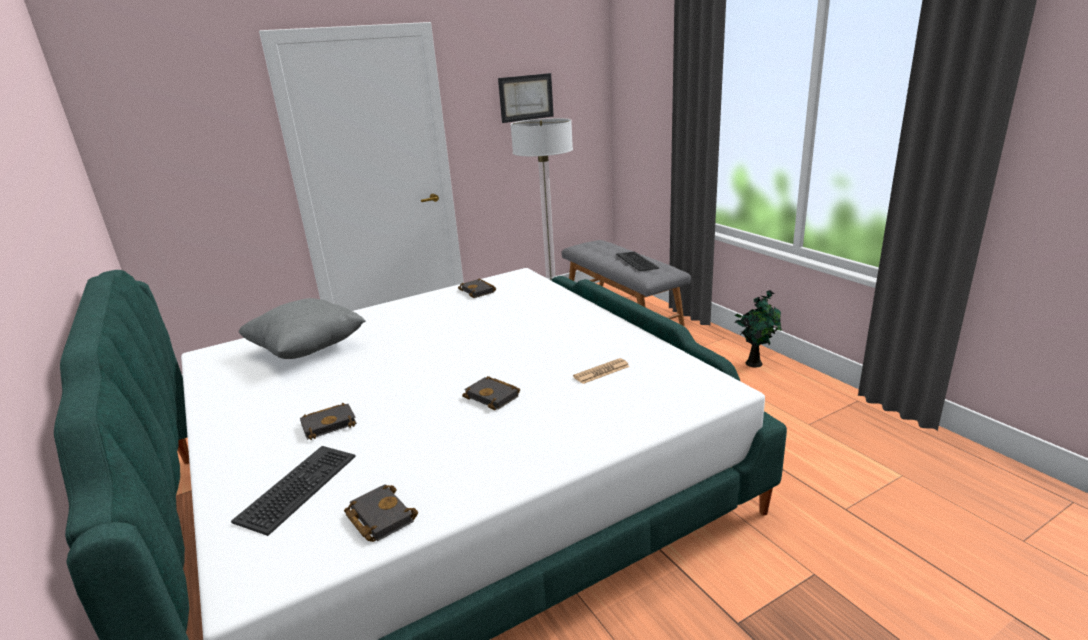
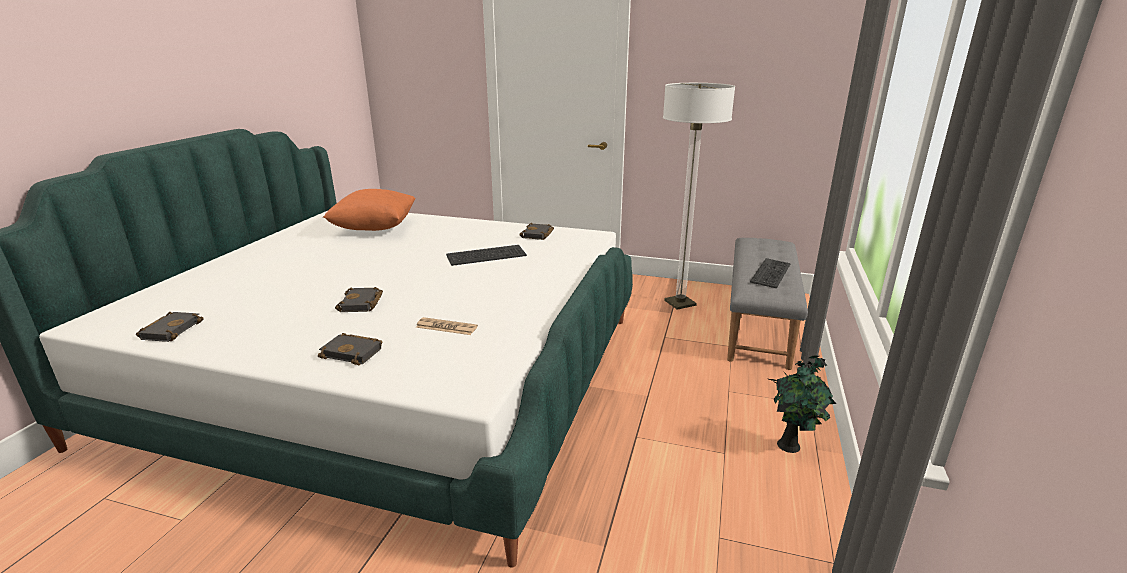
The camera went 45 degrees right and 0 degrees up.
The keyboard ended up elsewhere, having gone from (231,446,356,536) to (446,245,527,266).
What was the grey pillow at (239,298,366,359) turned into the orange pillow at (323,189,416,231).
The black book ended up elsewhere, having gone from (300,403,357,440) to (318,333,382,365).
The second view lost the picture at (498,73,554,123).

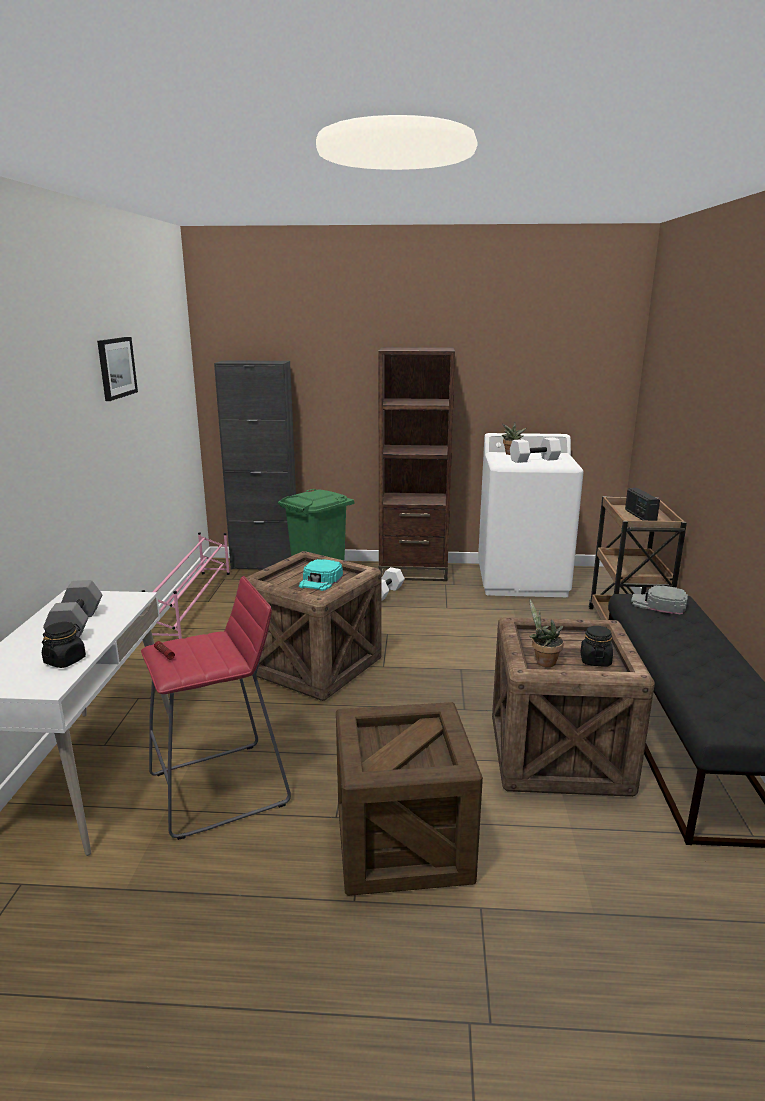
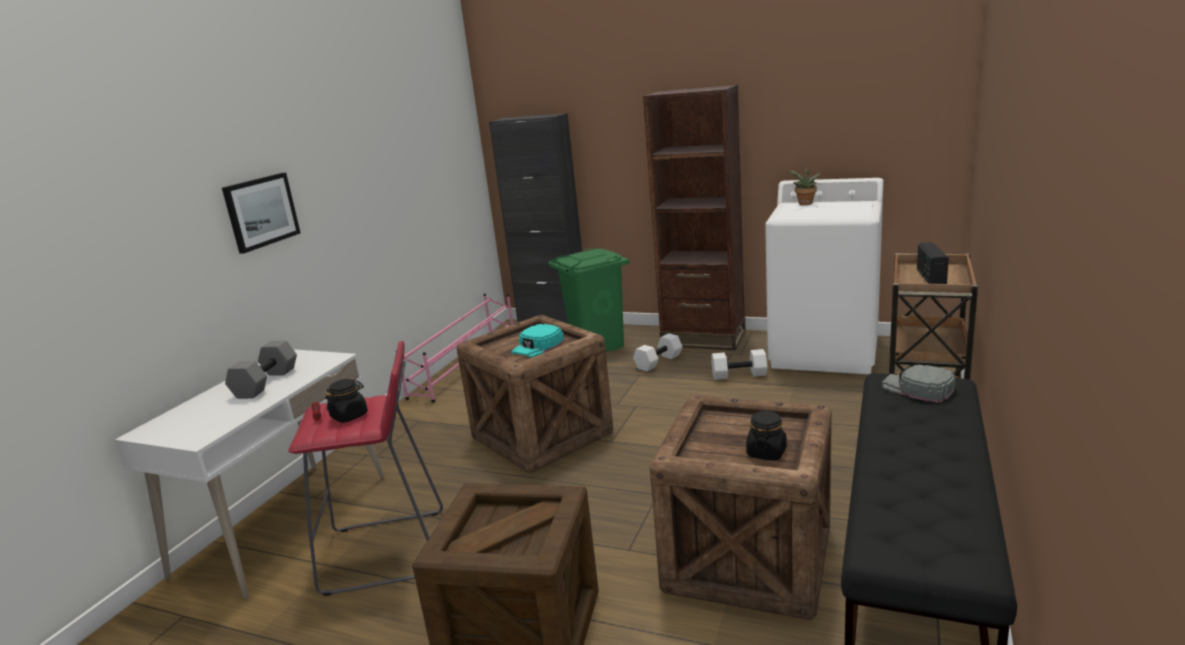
The camera went 20 degrees right and 0 degrees up.
The black jar ended up elsewhere, having gone from (42,622,86,668) to (325,379,368,423).
The picture ended up elsewhere, having gone from (97,337,138,401) to (222,173,300,254).
The white dumbbell ended up elsewhere, having gone from (510,437,561,463) to (711,349,768,380).
The second view lost the potted plant at (529,599,564,667).

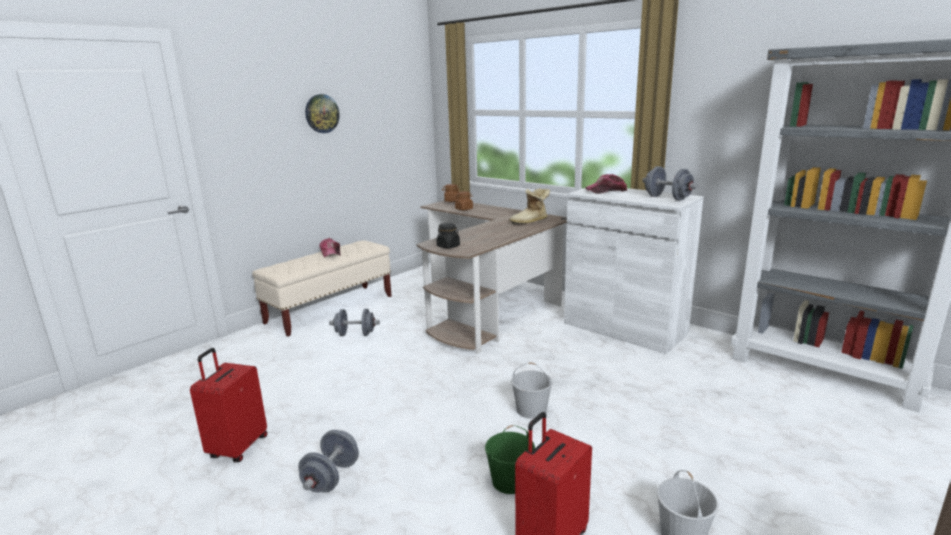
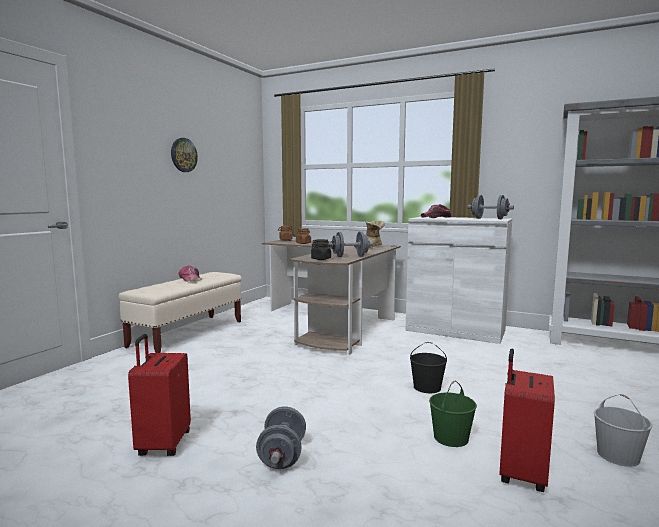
The camera went 15 degrees left and 10 degrees down.
The grey dumbbell ended up elsewhere, having gone from (329,309,380,336) to (328,231,373,257).
What was the white bucket at (511,362,553,419) turned into the black bucket at (410,342,447,393).

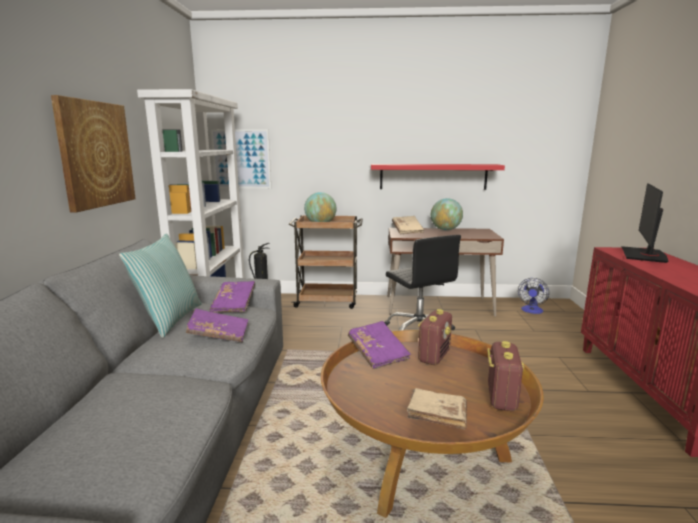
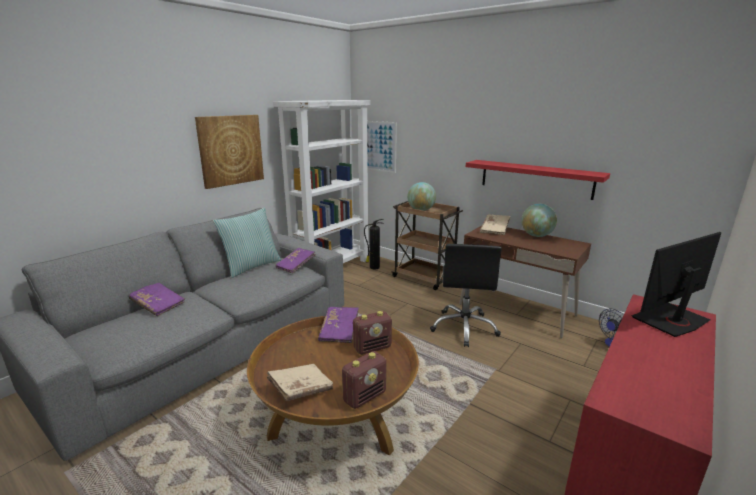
The camera went 35 degrees right and 5 degrees up.
The purple book ended up elsewhere, having gone from (186,309,248,342) to (129,282,185,316).

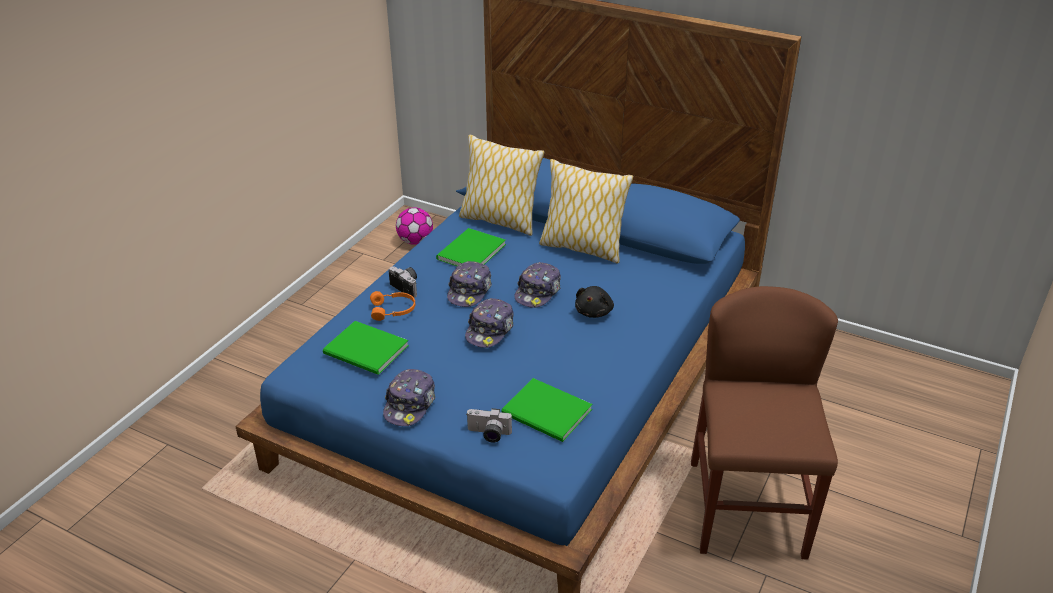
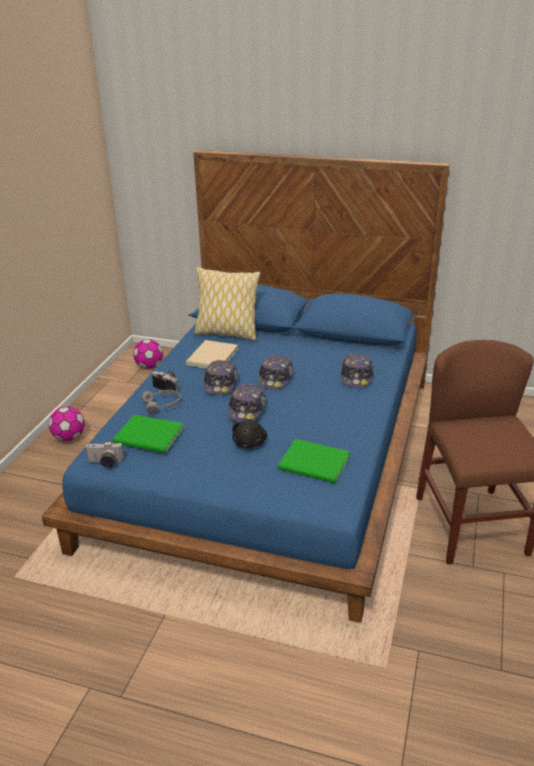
The camera went 10 degrees left and 5 degrees down.
What was the orange headphones at (370,291,415,321) turned into the grey headphones at (141,390,181,414).
The cap ended up elsewhere, having gone from (383,369,436,426) to (341,353,374,388).
What was the green book at (436,228,506,267) turned into the beige book at (186,340,238,368).
The photo camera ended up elsewhere, having gone from (467,408,512,443) to (85,441,124,468).
The second view lost the pillow at (539,159,633,264).
The black plush toy ended up elsewhere, having gone from (575,286,614,318) to (232,419,267,448).
The second view gained the football at (49,406,85,441).

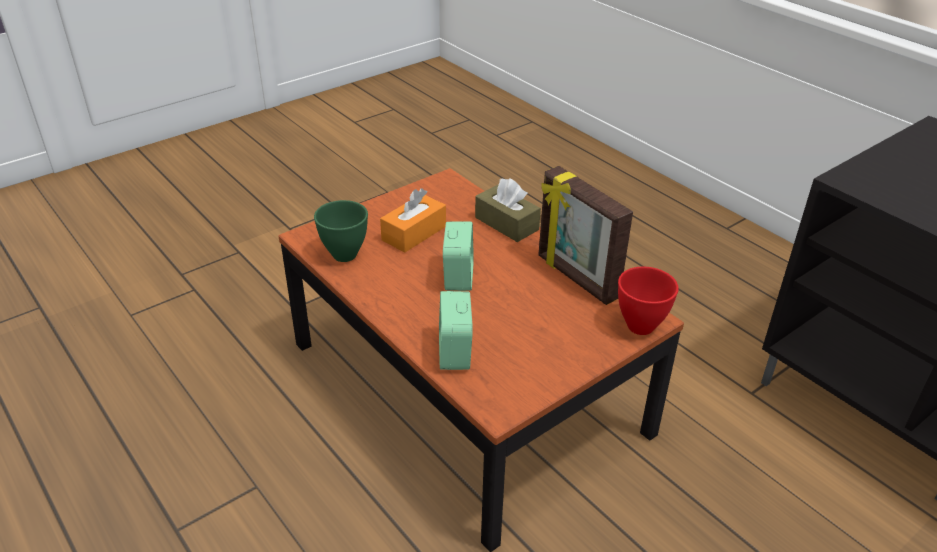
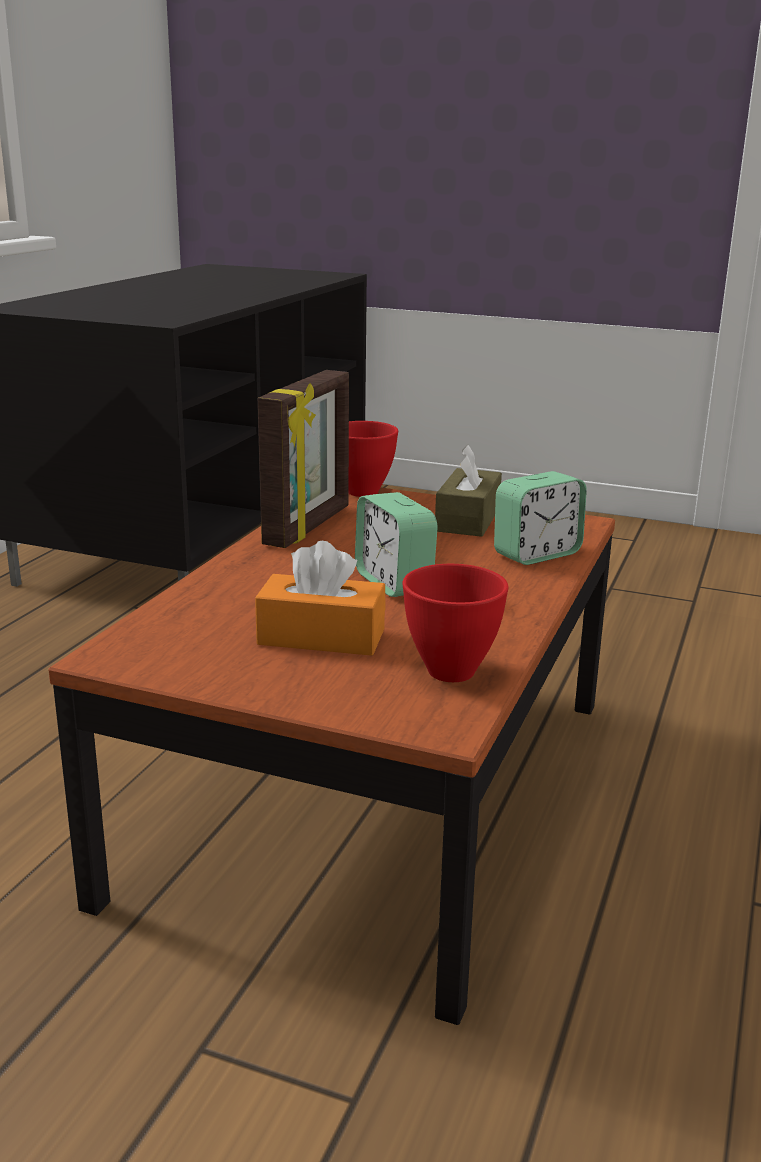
The camera went 120 degrees left and 15 degrees down.
What was the green bowl at (314,200,368,262) turned into the red bowl at (402,564,509,682).
The alarm clock at (443,221,474,291) ended up facing another way, 90 degrees counterclockwise from before.
The brown tissue box ended up elsewhere, having gone from (475,178,541,242) to (435,445,502,537).

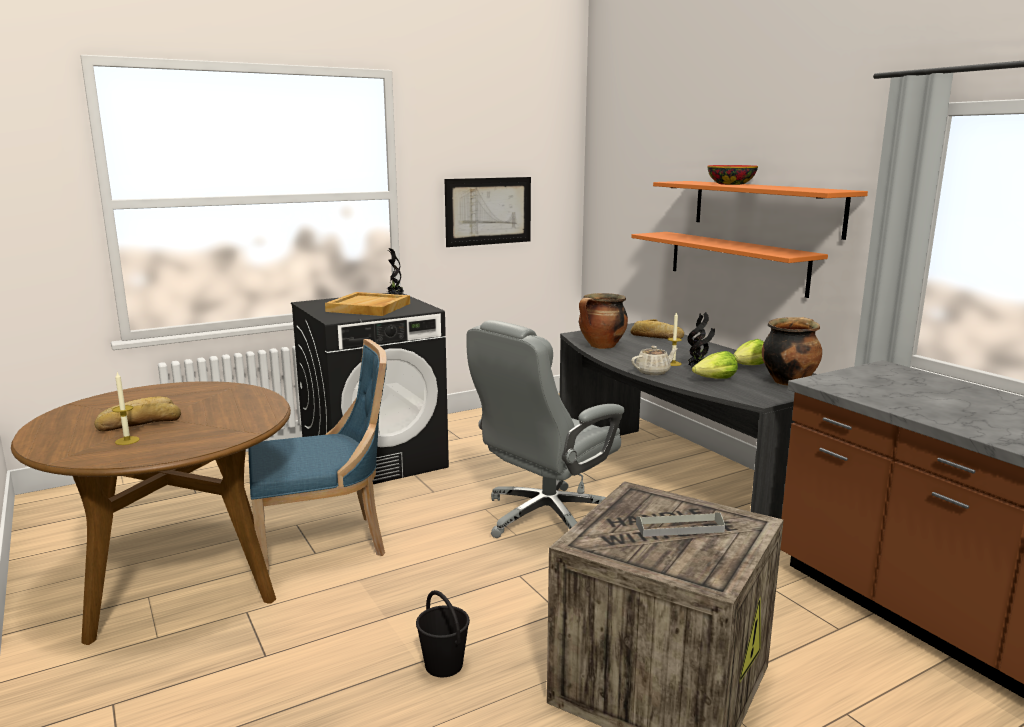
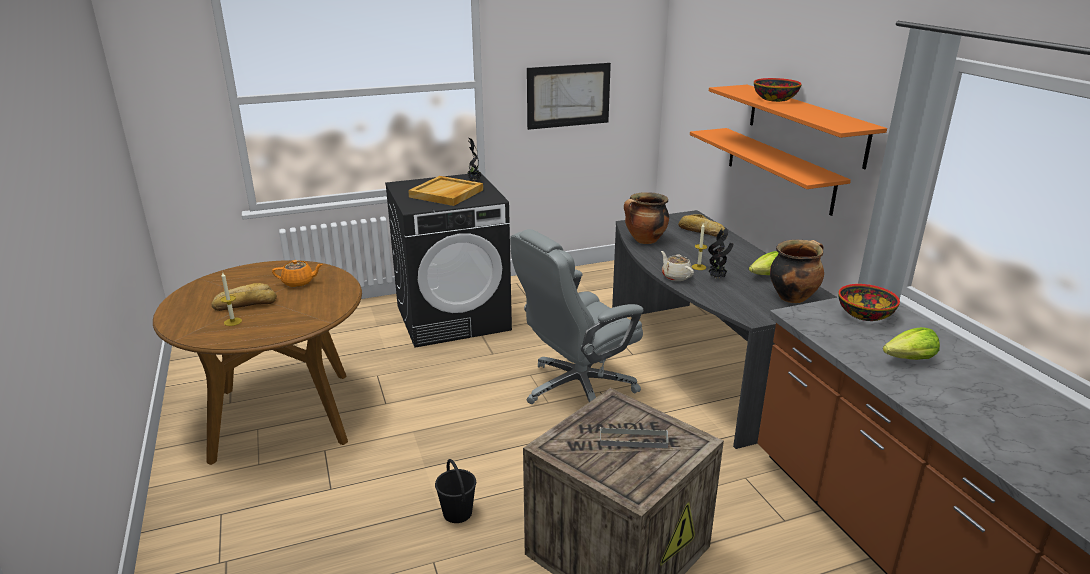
The camera went 10 degrees right and 10 degrees up.
The second view lost the blue chair at (248,339,387,573).
The beige teapot at (631,346,678,375) ended up facing another way, 105 degrees counterclockwise from before.
The lettuce ended up elsewhere, having gone from (692,351,738,379) to (883,327,940,360).
The second view gained the orange teapot at (272,260,323,287).
The second view gained the bowl at (838,284,900,321).

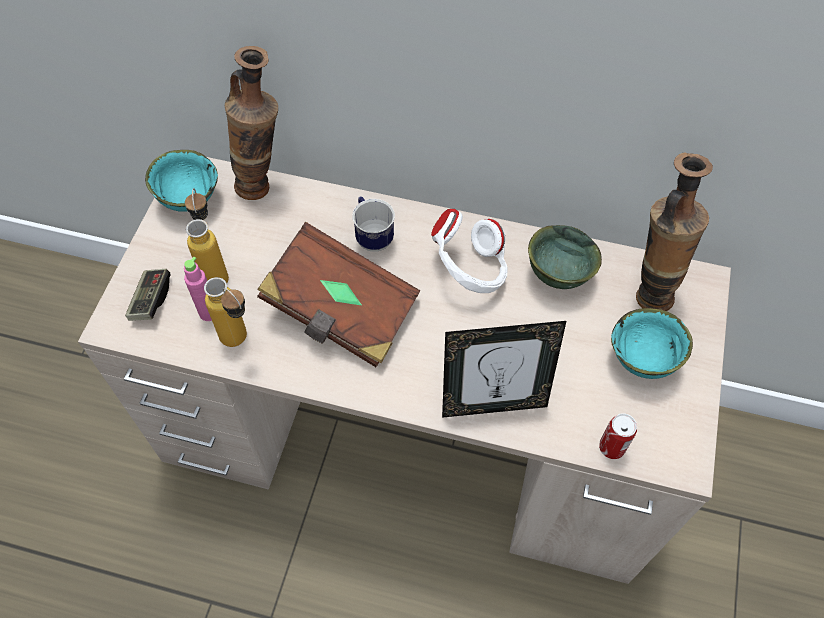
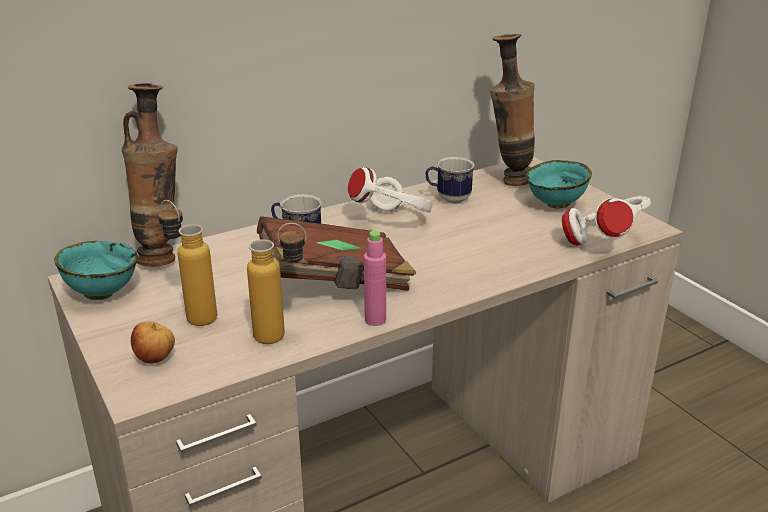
The camera went 45 degrees left and 30 degrees down.
Where the game controller stood at (125,269,171,321), the apple came to stand at (131,322,175,364).
The pink bottle ended up elsewhere, having gone from (184,257,212,321) to (364,228,386,326).
The second view lost the picture frame at (442,321,566,418).
Where the green bowl stood at (528,225,602,289), the mug came to stand at (426,157,474,203).
Where the can stood at (599,413,637,459), the white headphones came to stand at (562,196,651,246).

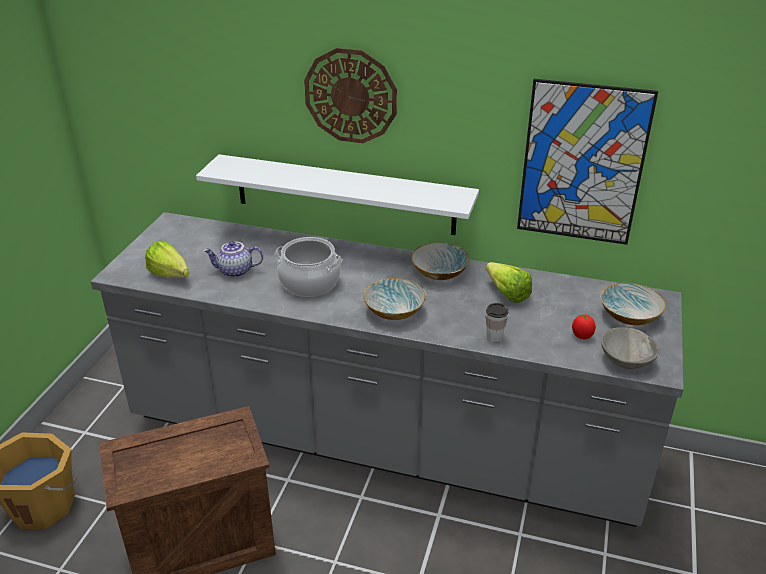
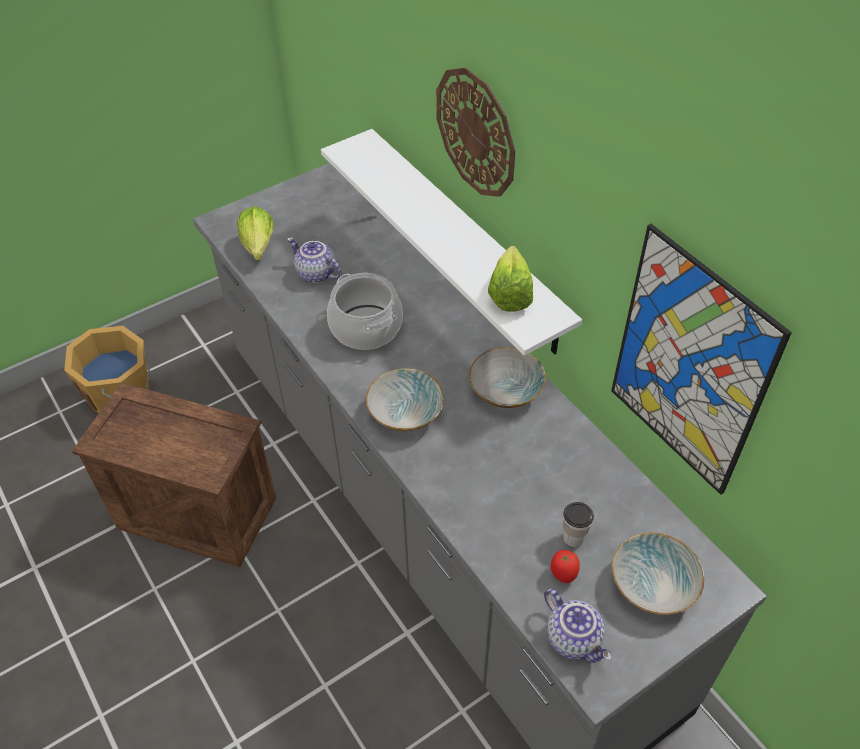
The camera went 40 degrees right and 15 degrees up.
The lettuce ended up elsewhere, having gone from (486,262,532,303) to (488,246,533,312).
The cup ended up elsewhere, having gone from (486,303,508,343) to (563,502,594,547).
Where the grey bowl stood at (601,327,659,369), the teapot came to stand at (544,589,612,663).

